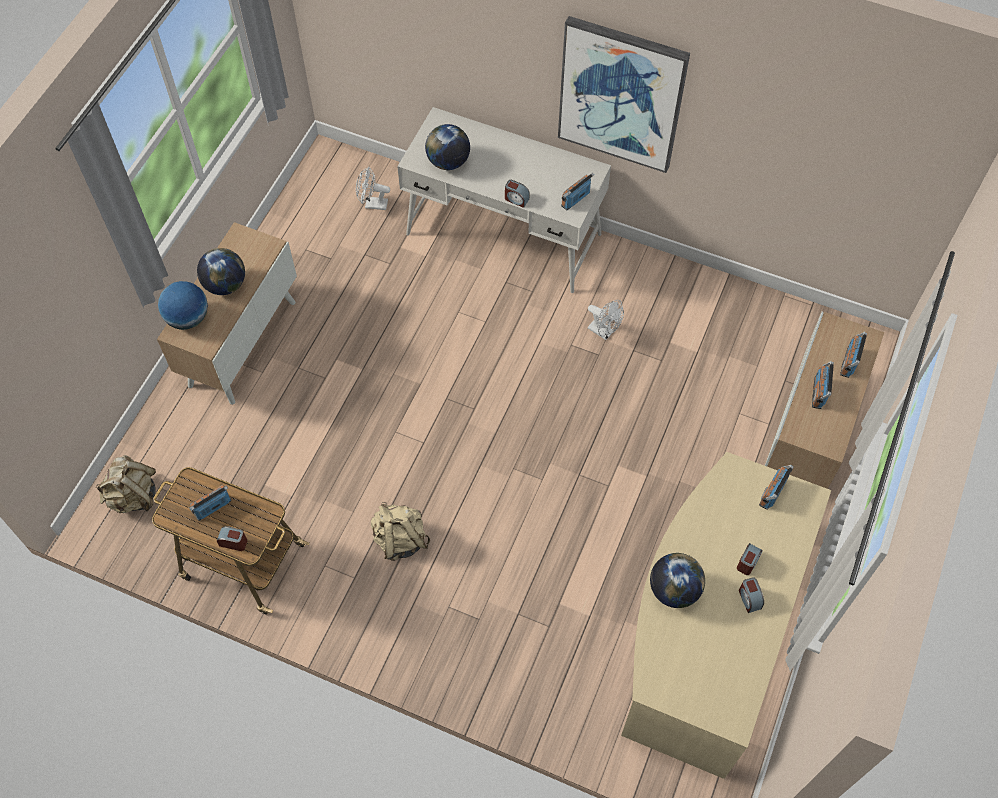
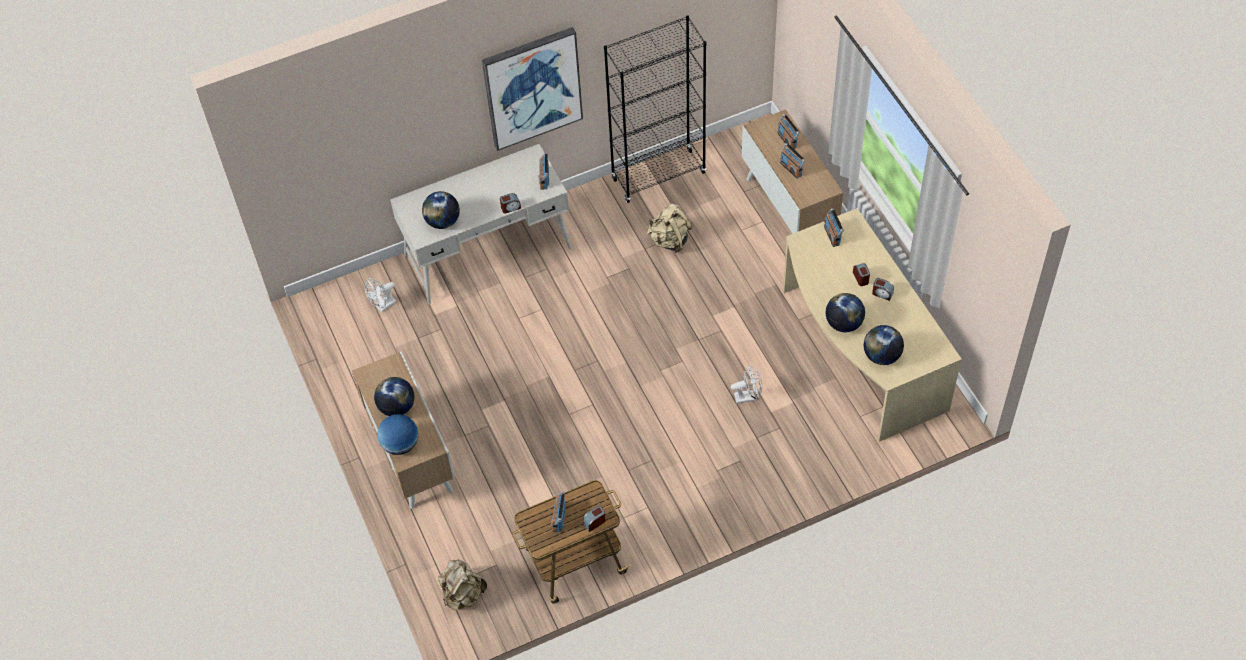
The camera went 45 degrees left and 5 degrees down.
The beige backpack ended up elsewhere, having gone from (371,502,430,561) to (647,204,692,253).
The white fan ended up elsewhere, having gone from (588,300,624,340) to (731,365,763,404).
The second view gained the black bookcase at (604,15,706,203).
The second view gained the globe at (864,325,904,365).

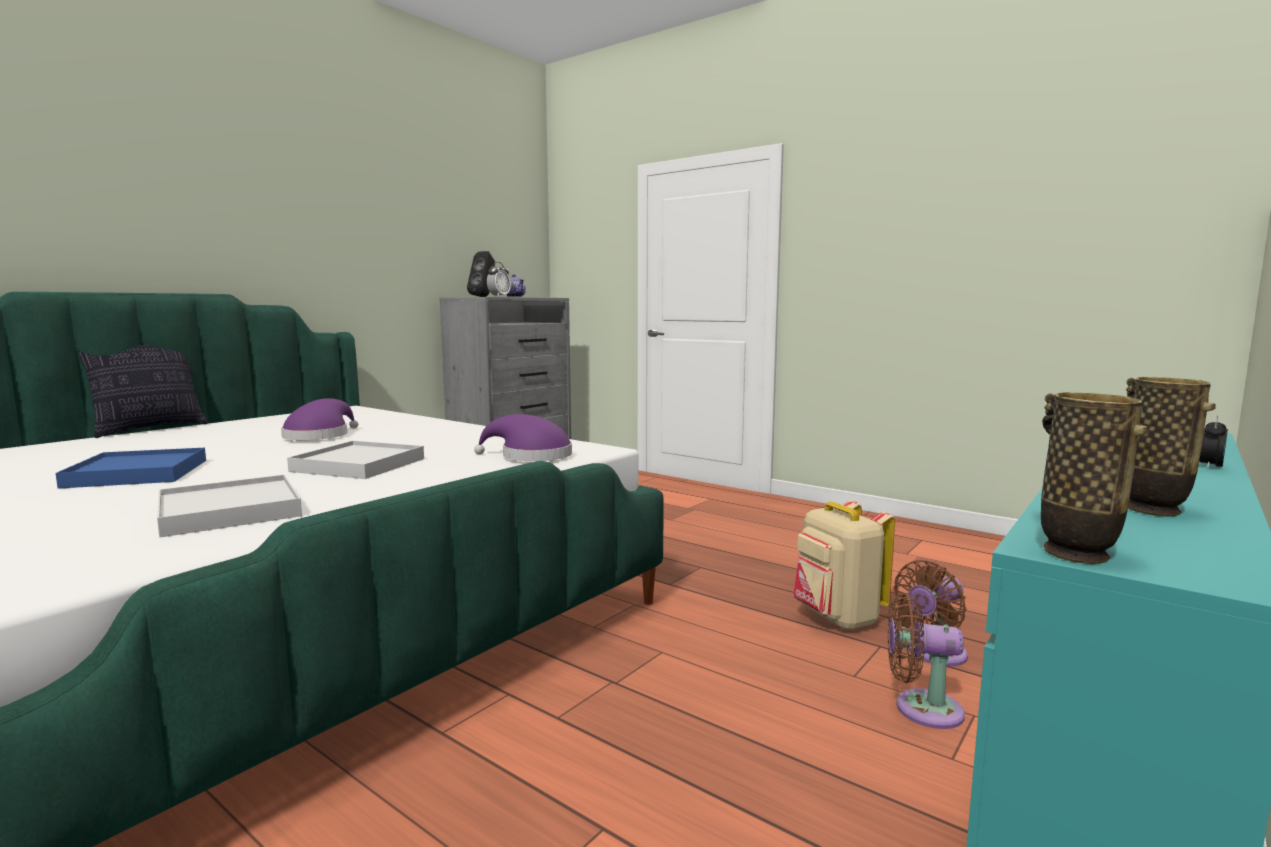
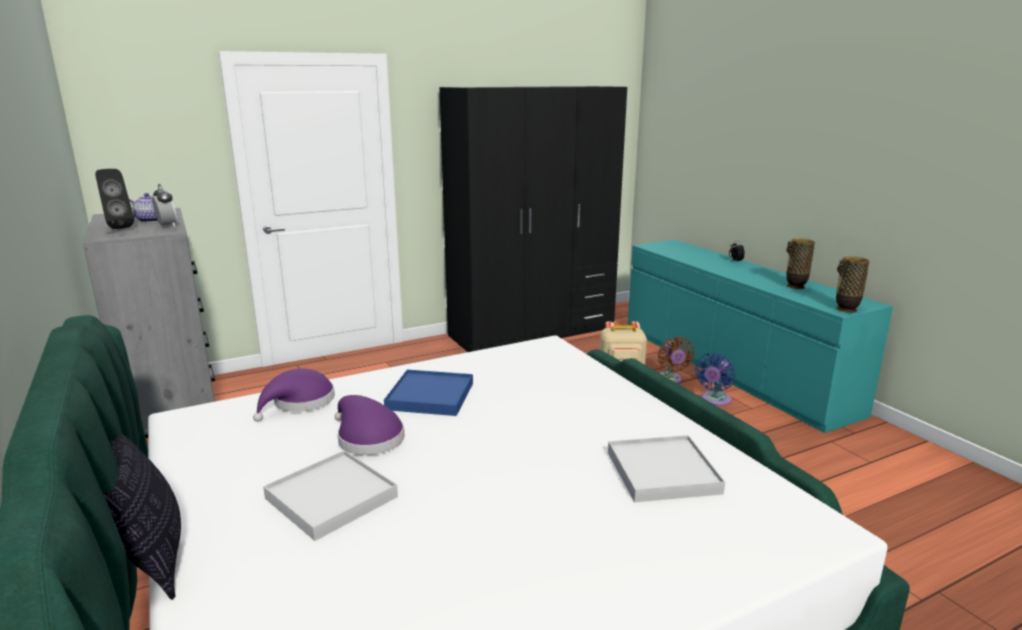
The camera went 65 degrees left and 10 degrees up.
The blue tray ended up elsewhere, having gone from (55,448,206,489) to (384,370,473,416).
The white tray ended up elsewhere, having gone from (287,441,424,479) to (263,450,398,541).
The purple hat ended up elsewhere, having gone from (474,414,572,461) to (253,369,335,422).
What was the brown fan at (888,594,965,729) turned into the blue fan at (695,353,735,406).
The second view gained the black wardrobe at (439,86,627,352).

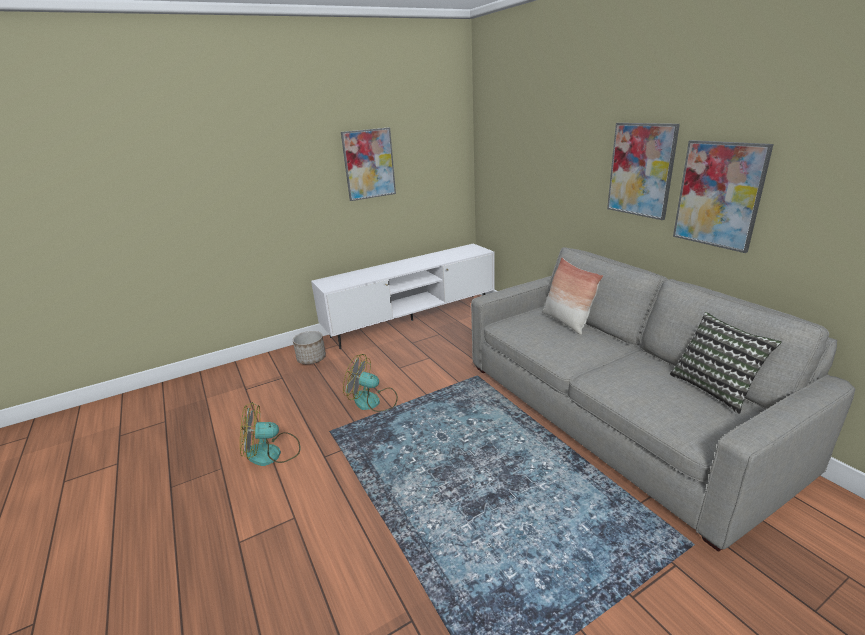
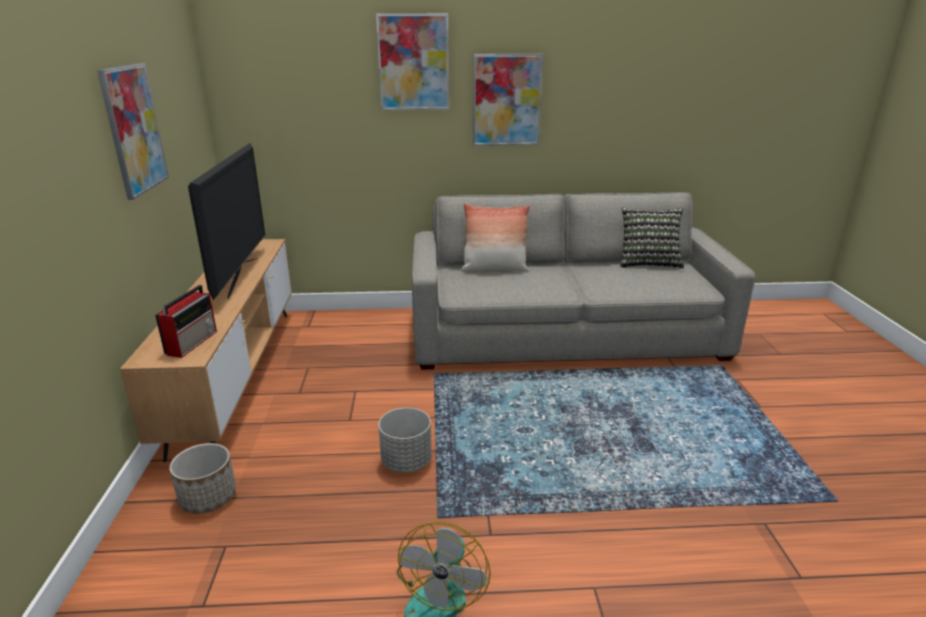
The camera went 65 degrees left and 0 degrees up.
What was the white tv stand at (311,243,494,349) turned into the brown tv stand at (120,239,292,462).
Where the fan stood at (343,354,398,412), the grey planter came to stand at (378,408,432,473).
The picture ended up elsewhere, having gone from (673,140,774,253) to (376,13,449,110).
The second view gained the radio at (155,285,217,358).
The second view gained the television at (188,143,265,300).

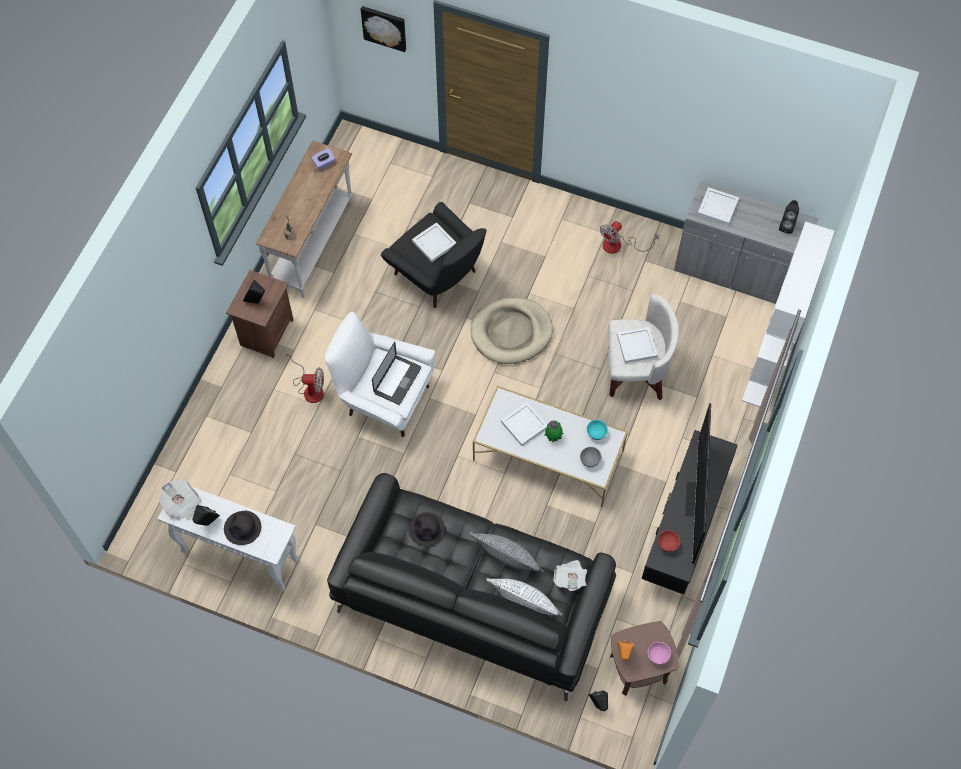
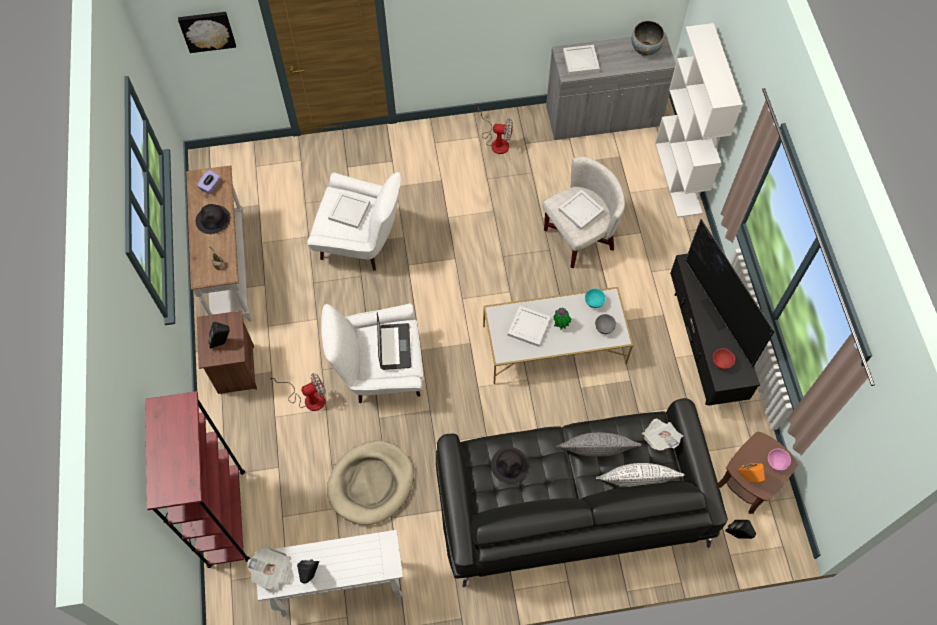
The camera went 30 degrees left and 0 degrees up.
The black hat ended up elsewhere, having gone from (224,511,261,545) to (196,204,230,234).
What was the black armchair at (381,202,486,308) turned into the white armchair at (307,172,401,271).
The beige dog bed ended up elsewhere, having gone from (471,298,553,364) to (327,440,414,525).
The fan at (600,221,659,254) ended up facing another way, 90 degrees counterclockwise from before.
Where the black speaker stood at (779,200,799,234), the bowl came to stand at (632,21,664,56).
The second view gained the red bookcase at (145,391,250,568).

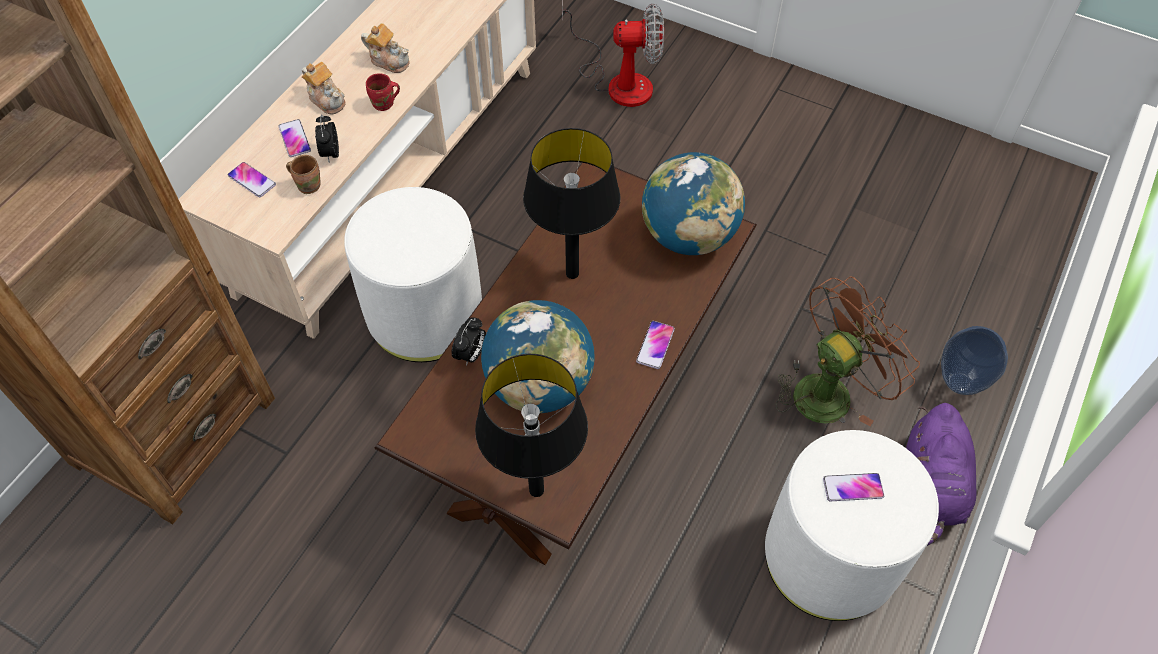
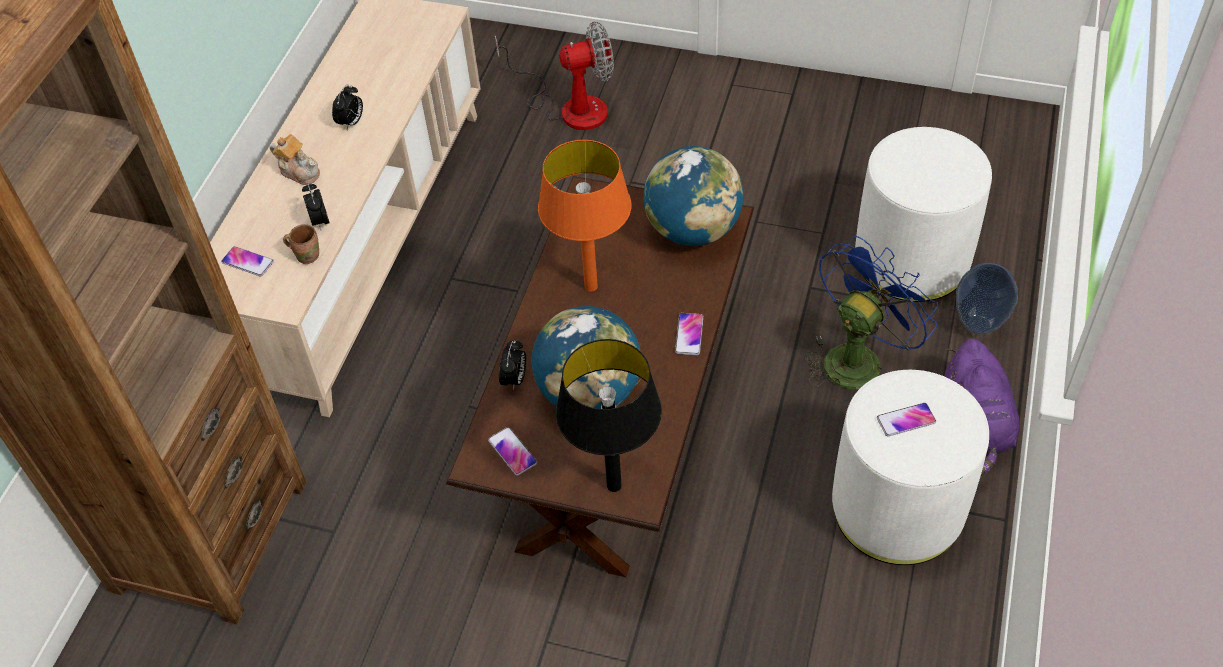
The camera went 10 degrees left and 5 degrees down.
The phone ended up elsewhere, having gone from (278,119,311,157) to (488,427,537,476).
The white ottoman ended up elsewhere, having gone from (344,187,482,362) to (855,127,992,302).
Where the teapot stood at (361,23,410,73), the alarm clock came to stand at (332,84,363,130).
The second view lost the red mug at (366,73,400,111).
What was the black table lamp at (523,128,621,279) turned into the orange table lamp at (538,140,631,292).
What was the brown fan at (775,276,920,426) turned into the blue fan at (805,236,938,389).

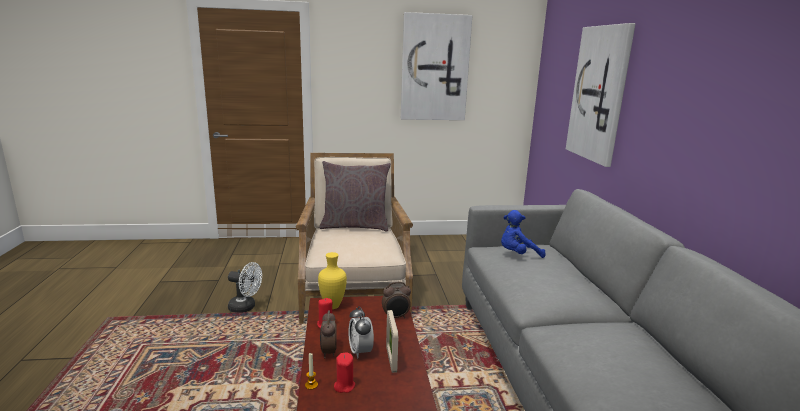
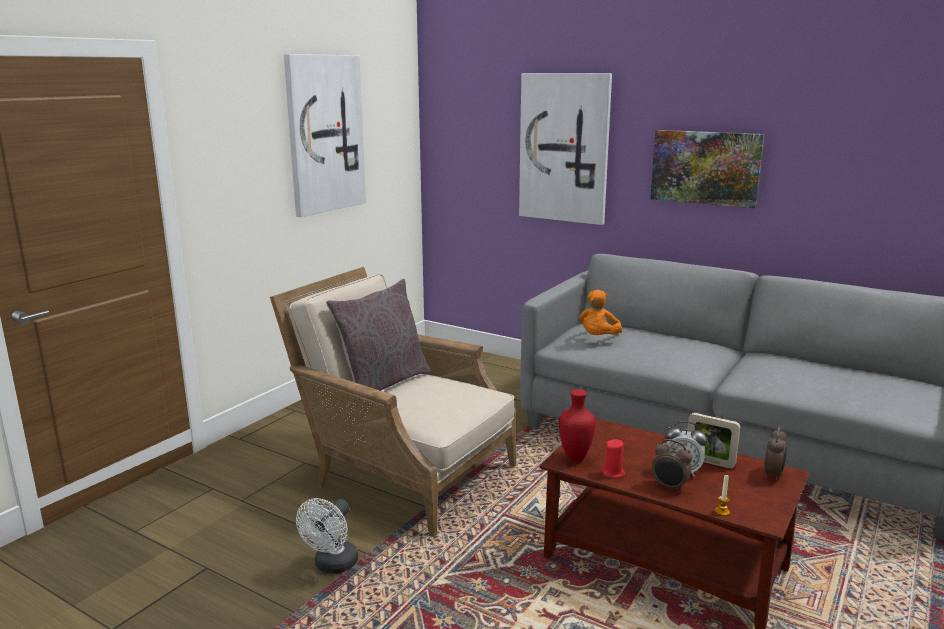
The camera went 50 degrees left and 0 degrees up.
The white fan at (228,262,262,313) ended up facing another way, 150 degrees clockwise from before.
What was the yellow vase at (318,252,347,309) turned into the red vase at (559,389,595,462).
The second view lost the red candle at (334,353,355,393).
The alarm clock ended up elsewhere, having gone from (382,282,411,318) to (764,427,787,481).
What was the blue plush toy at (501,210,546,258) turned into the orange plush toy at (579,290,622,335).
The second view gained the picture at (651,130,765,208).

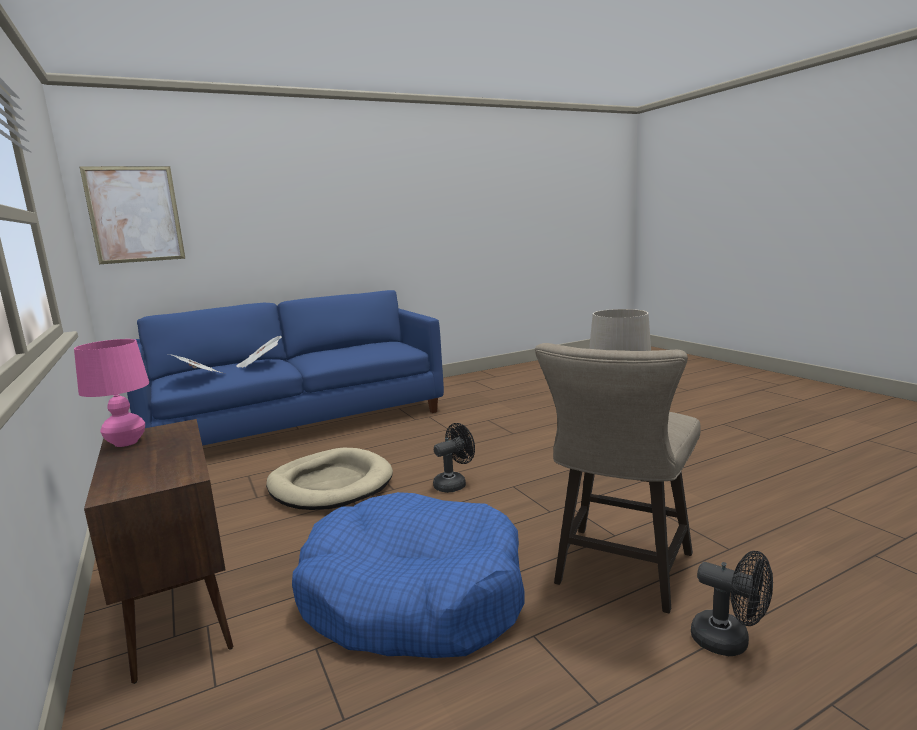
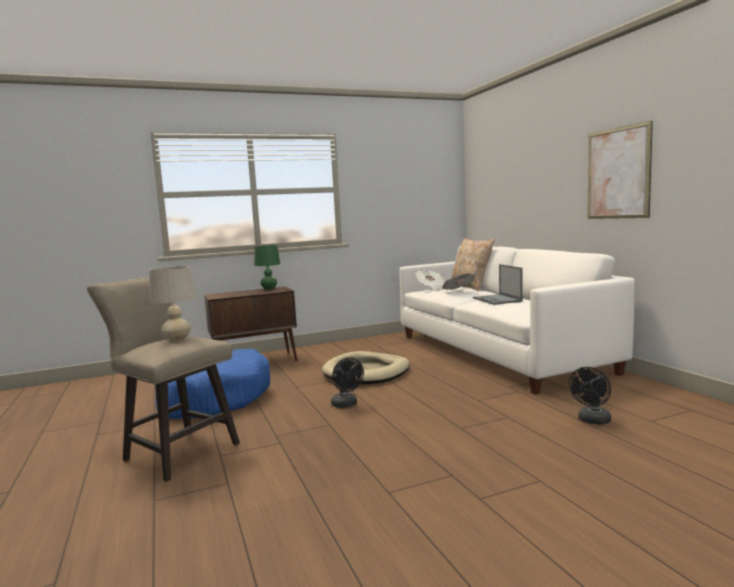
The camera went 95 degrees right and 5 degrees down.
What was the pink table lamp at (74,339,149,447) turned into the green table lamp at (254,245,280,290).
The picture ended up elsewhere, having gone from (79,166,185,264) to (587,121,653,219).
What was the blue sofa at (127,290,444,446) turned into the white sofa at (399,247,635,394).
The black fan ended up elsewhere, having gone from (691,551,773,656) to (569,367,611,425).
The second view gained the beige pillow at (451,238,495,291).
The second view gained the laptop at (473,264,523,305).

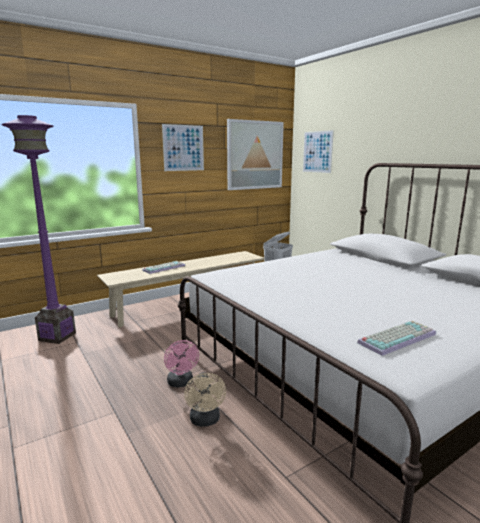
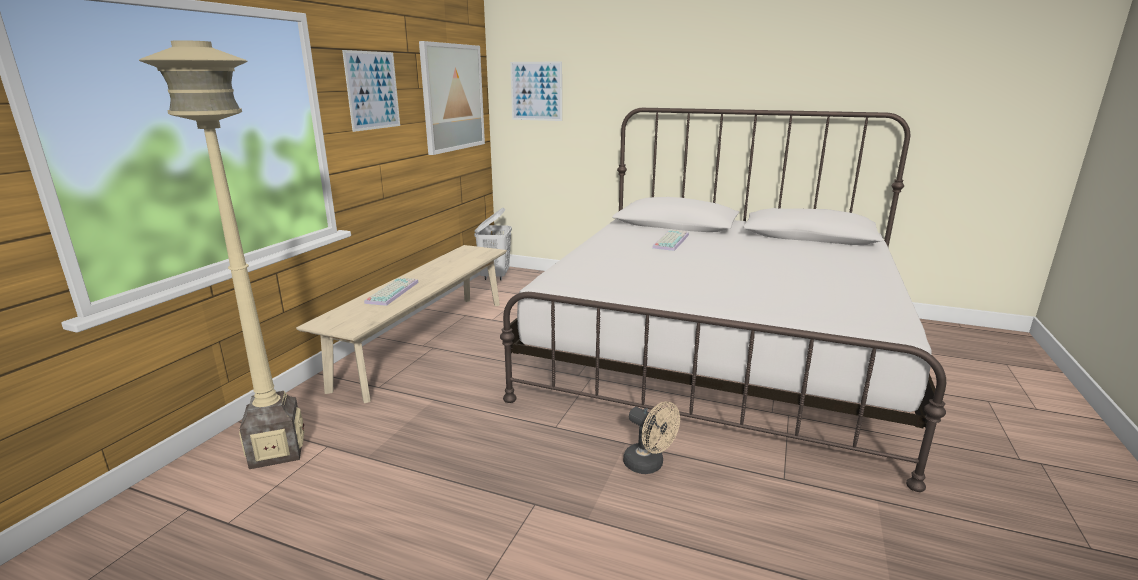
The camera went 35 degrees left and 5 degrees up.
What was the purple floor lamp at (1,115,76,344) turned into the beige floor lamp at (139,40,304,469).
The second view lost the pink fan at (164,340,199,388).
The keyboard ended up elsewhere, having gone from (357,321,436,356) to (652,230,689,251).

